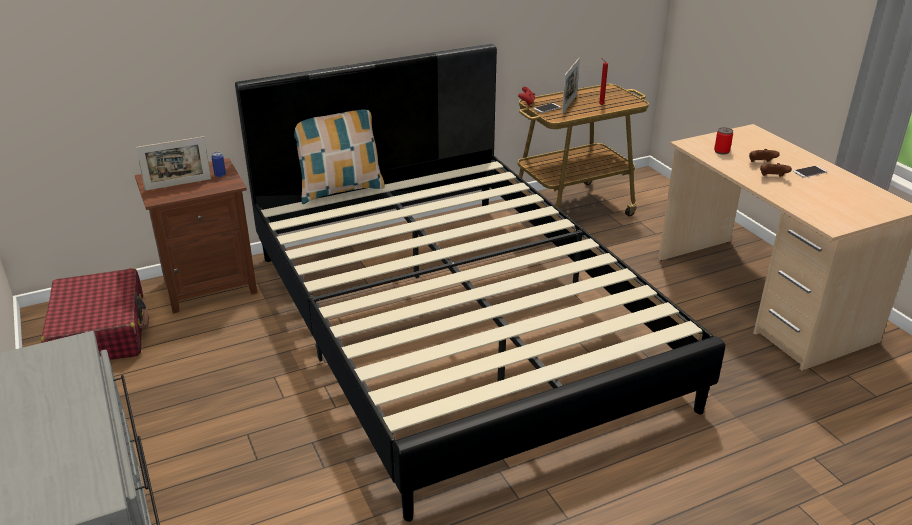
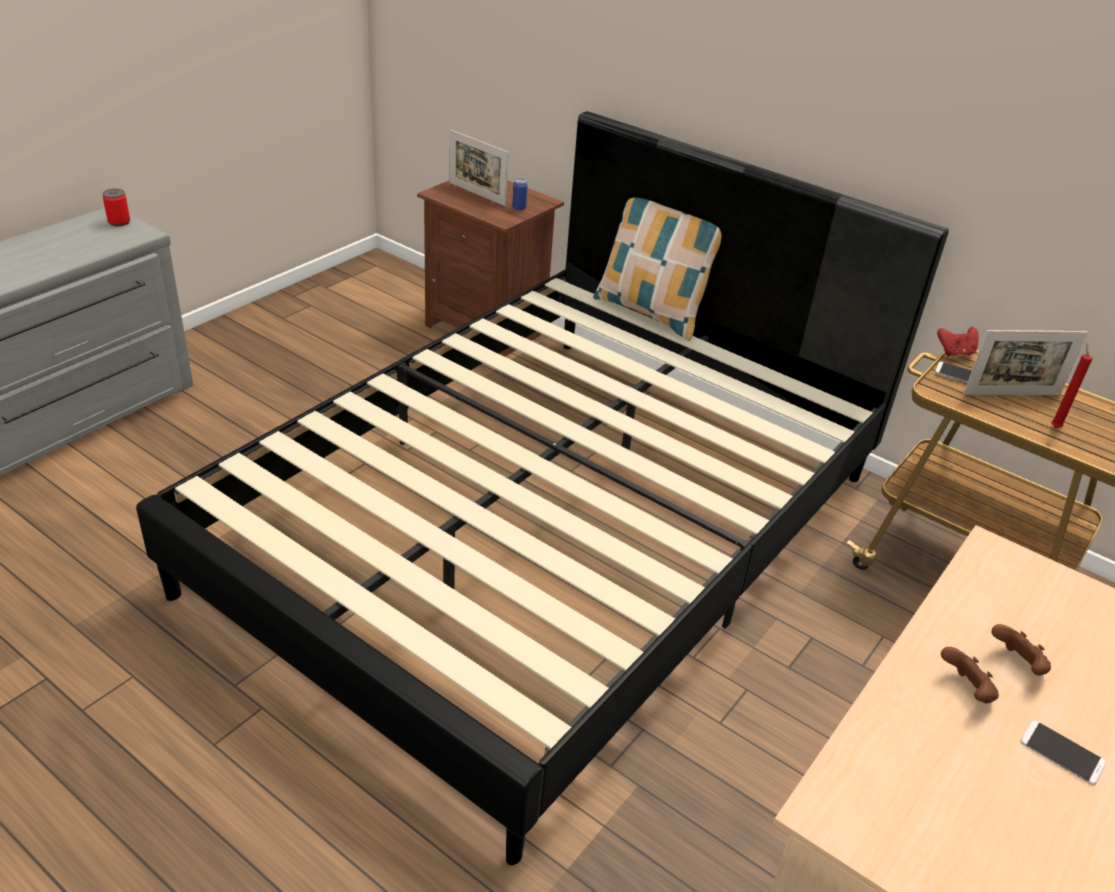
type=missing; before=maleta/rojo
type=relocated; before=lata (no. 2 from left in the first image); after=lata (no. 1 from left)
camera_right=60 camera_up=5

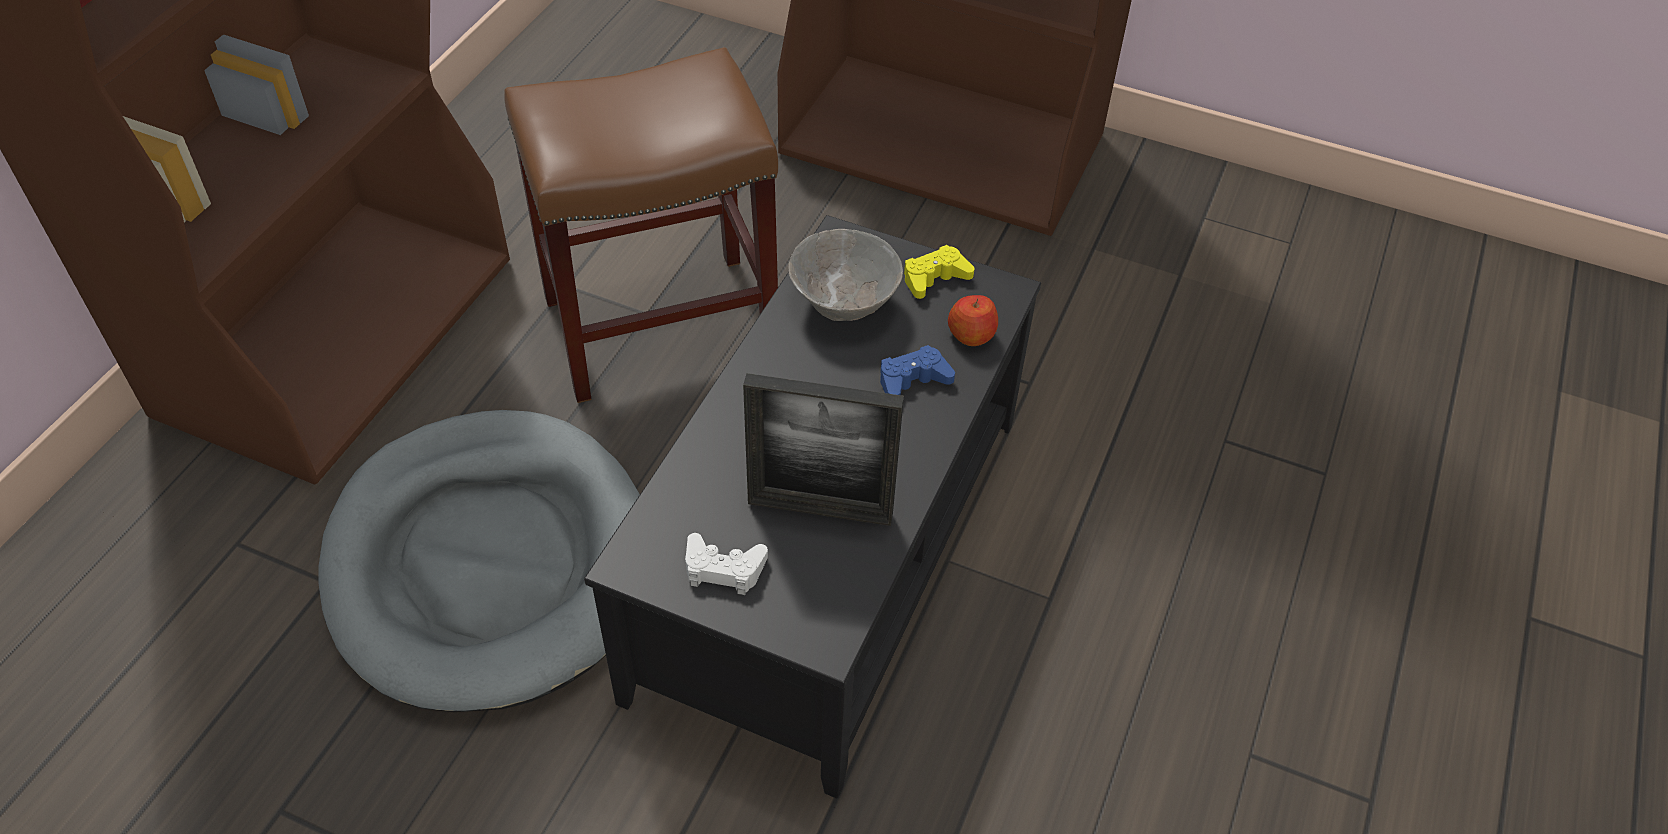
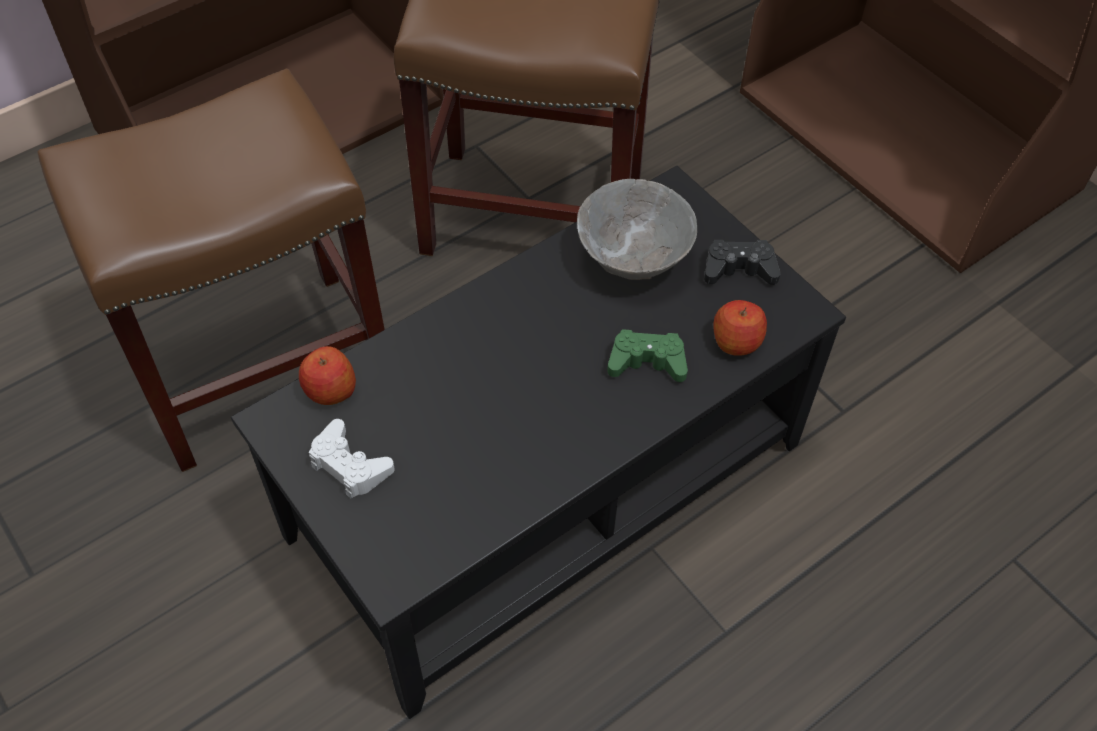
type=exchanged; before=cama para perro/gris; after=taburete/marrón (no. 1 from left)
type=missing; before=portarretratos
type=colour; before=mando de consola/azul; after=mando de consola/verde
type=colour; before=mando de consola/amarillo; after=mando de consola/negro
type=appeared; after=manzana (no. 1 from left)
camera_right=30 camera_up=5

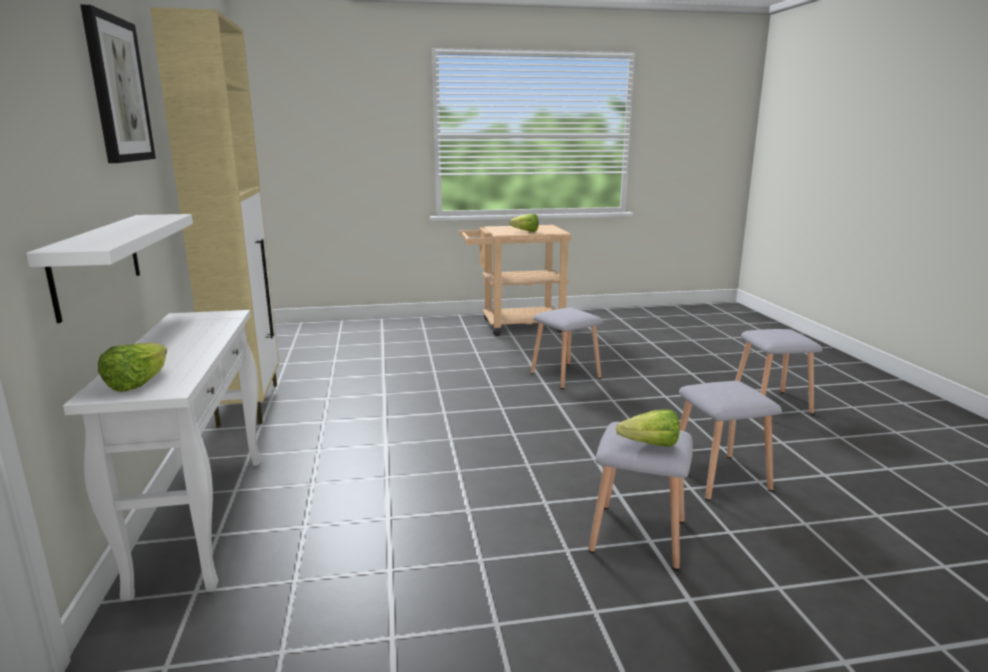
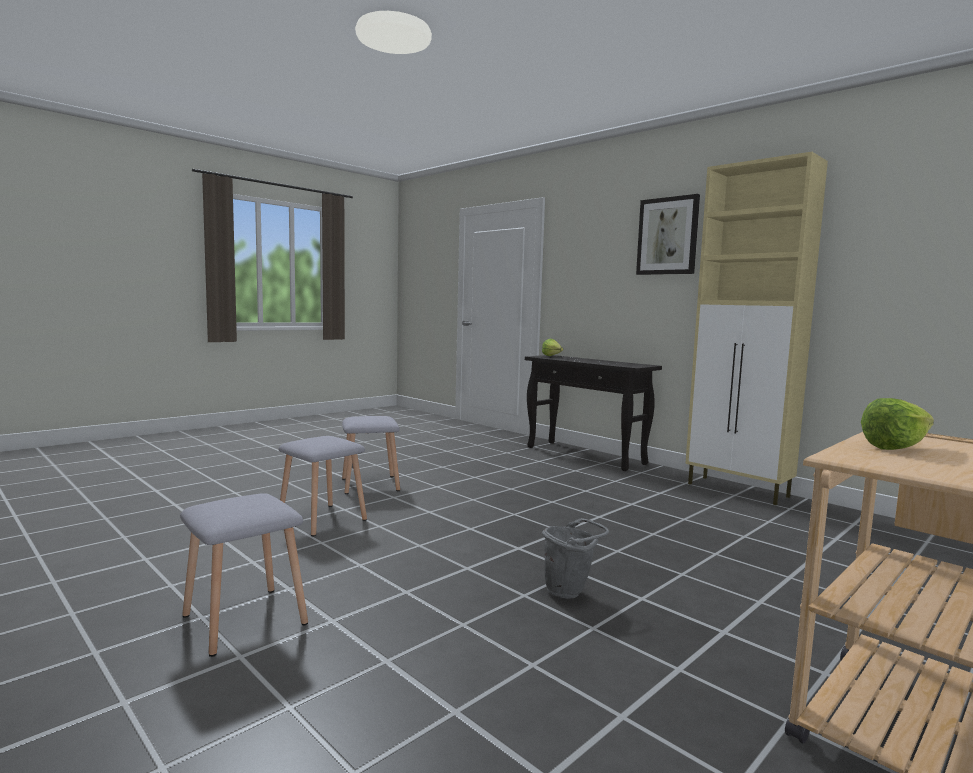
type=missing; before=estante/blanco
type=colour; before=mesa consola/blanco; after=mesa consola/negro
type=exchanged; before=taburete/gris (no. 1 from left); after=cubo/gris
type=missing; before=lechuga (no. 3 from left)
camera_right=145 camera_up=-10

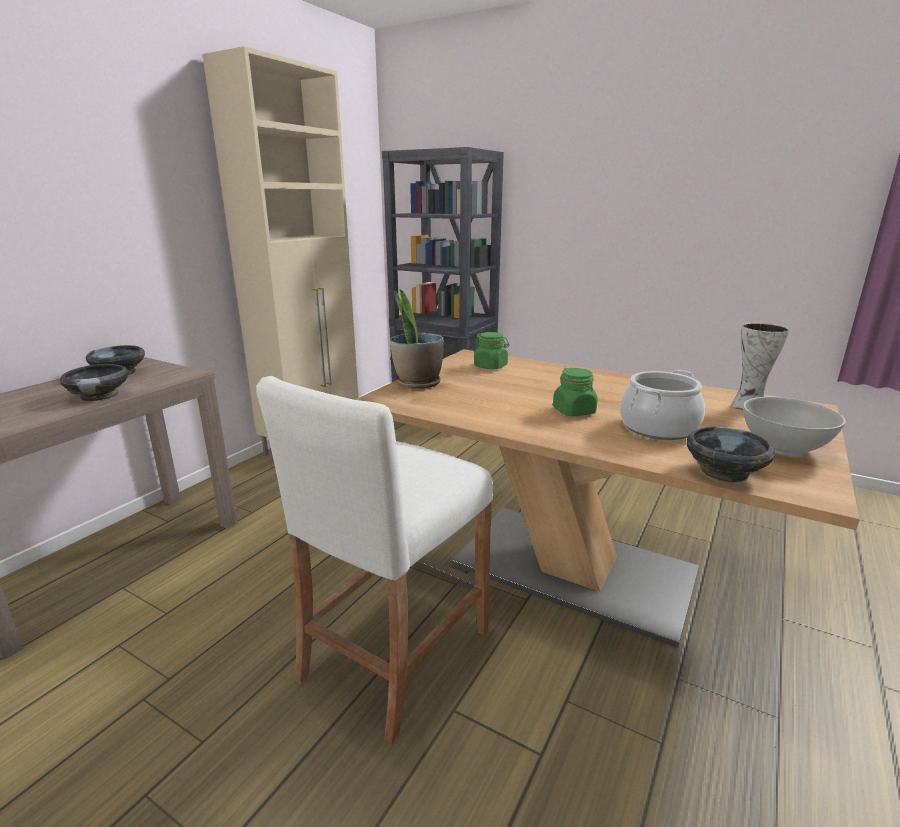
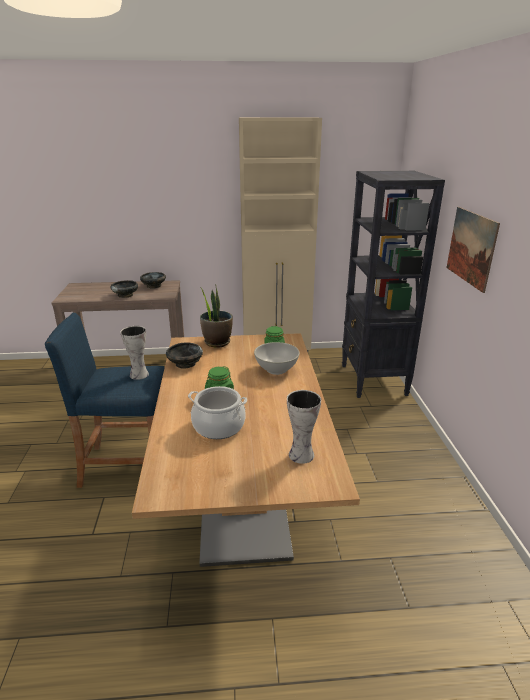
type=colour; before=taburete/blanco; after=taburete/azul
type=relocated; before=cuenco/negro (no. 3 from left)
type=relocated; before=cuenco/blanco
type=appeared; after=florero (no. 1 from left)
type=appeared; after=cuadro
camera_right=55 camera_up=5

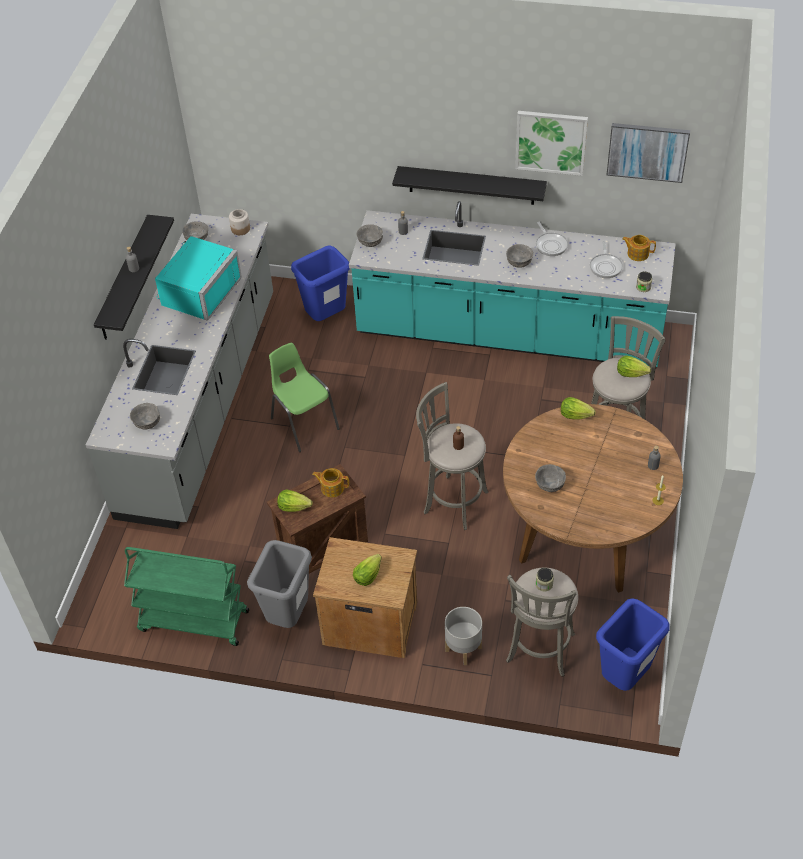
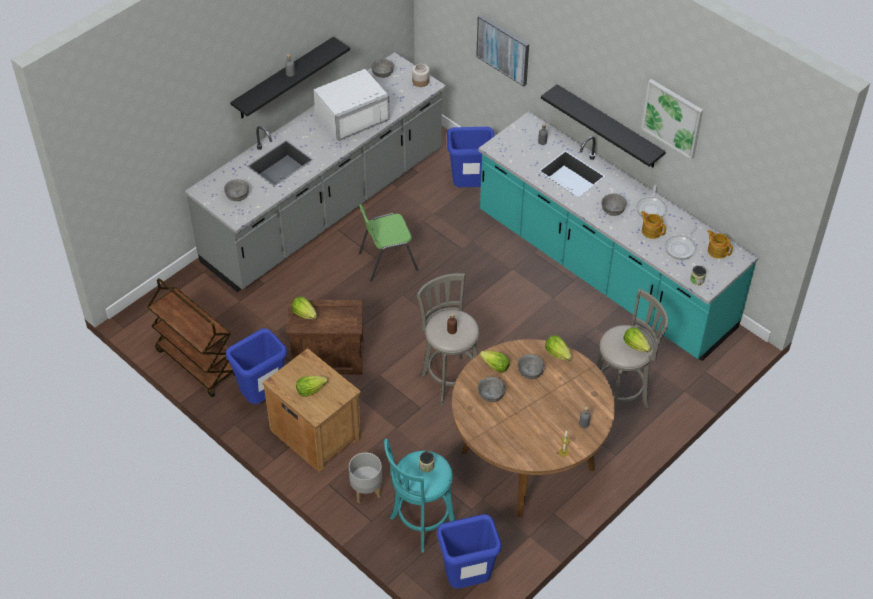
type=colour; before=carrito/verde; after=carrito/marrón
type=colour; before=microondas/turquesa; after=microondas/blanco
type=colour; before=papelera/gris; after=papelera/azul (no. 1 from left)
type=spun; before=silla/verde; turn=-105
type=relocated; before=tetera (no. 1 from left)
type=relocated; before=cuenco/gris (no. 3 from left in the first image); after=cuenco/gris (no. 4 from left)
type=colour; before=taburete/gris (no. 2 from left); after=taburete/turquesa
type=relocated; before=cuadro (no. 2 from left in the first image); after=cuadro (no. 1 from left)
type=appeared; after=lechuga (no. 3 from left)
camera_right=30 camera_up=0

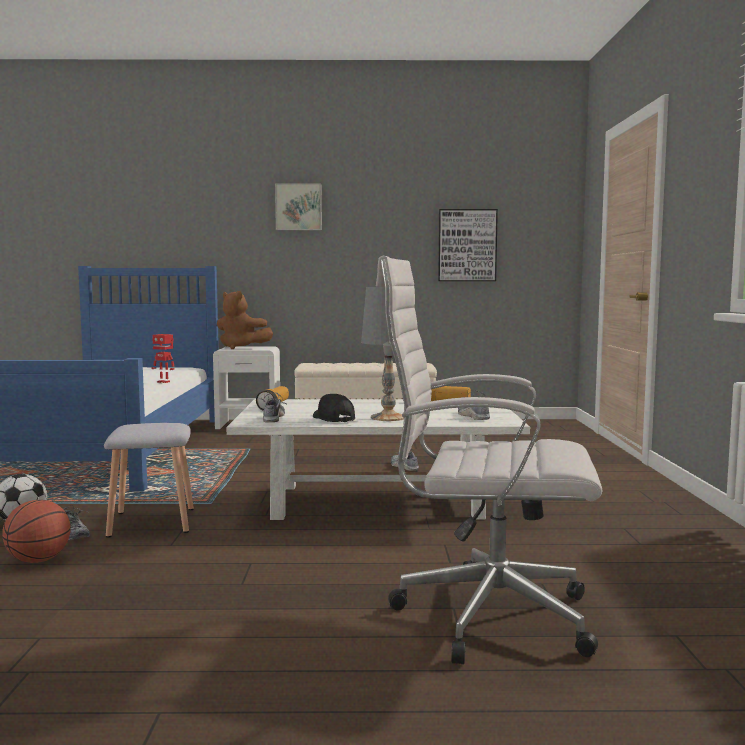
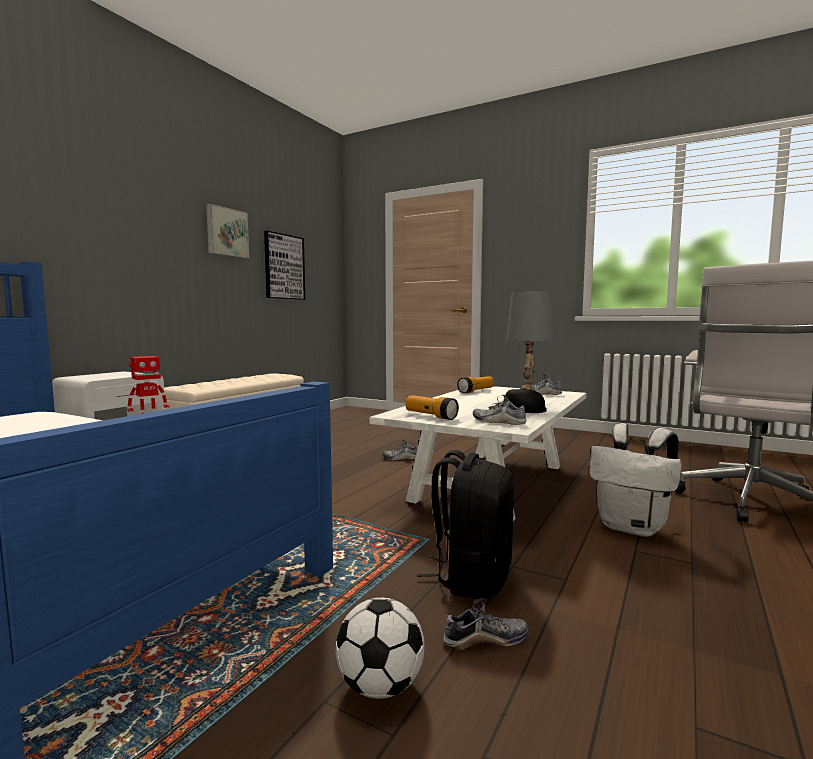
type=missing; before=balón de baloncesto
type=exchanged; before=taburete/gris; after=mochila/negro
type=missing; before=peluche/marrón
type=relocated; before=cuadro (no. 1 from left)
type=appeared; after=mochila/blanco
camera_right=-60 camera_up=0

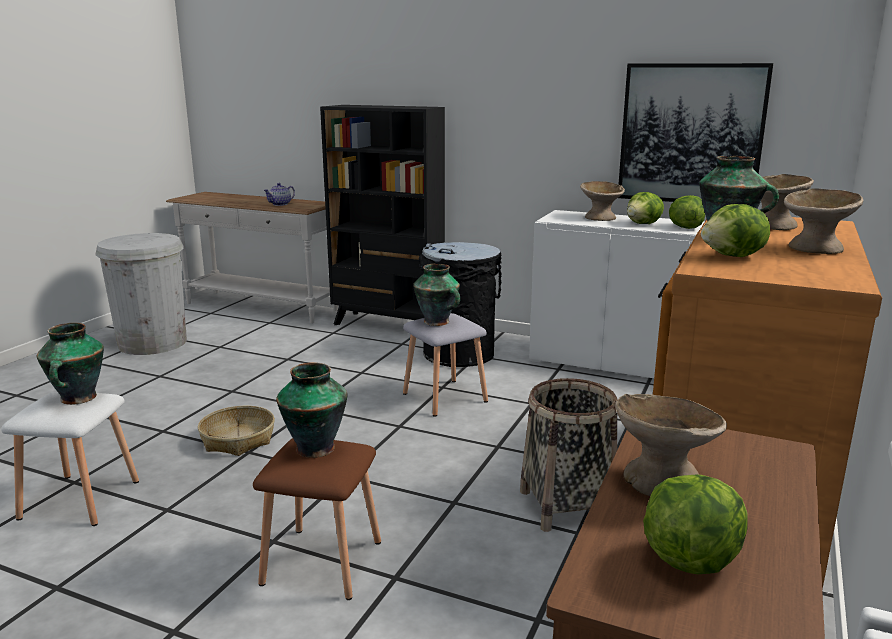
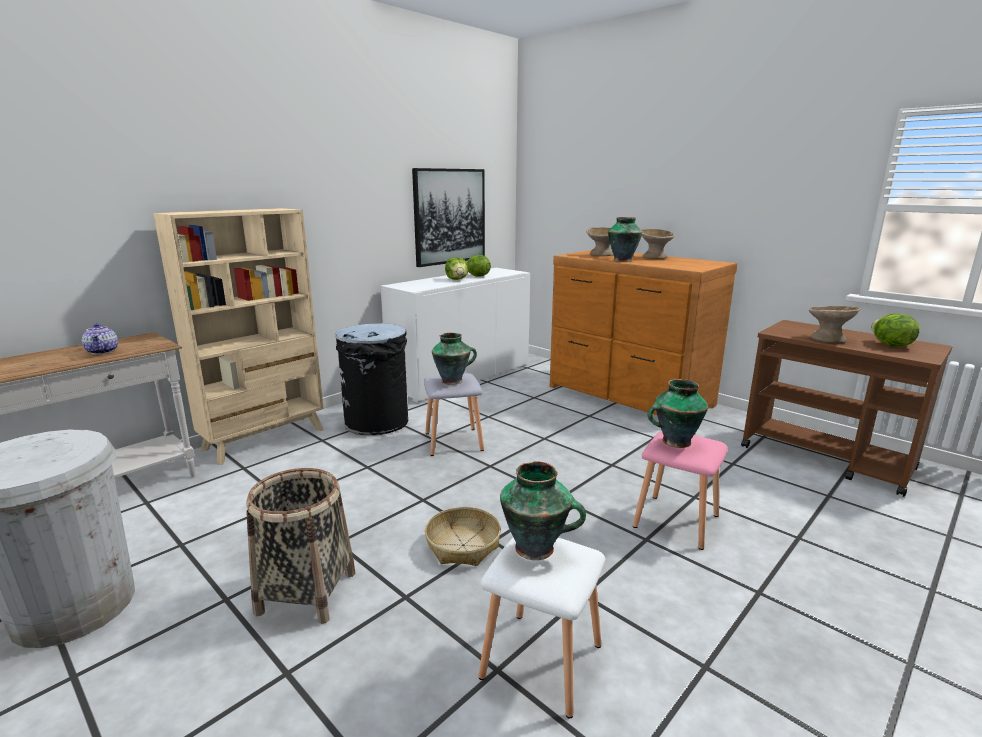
type=colour; before=taburete/marrón; after=taburete/rosa
type=colour; before=estantería/negro; after=estantería/beis
type=relocated; before=cesta (no. 2 from left in the first image); after=cesta (no. 1 from left)
type=missing; before=cuenco/beis (no. 1 from left)
type=missing; before=lechuga (no. 4 from left)
camera_right=-70 camera_up=0

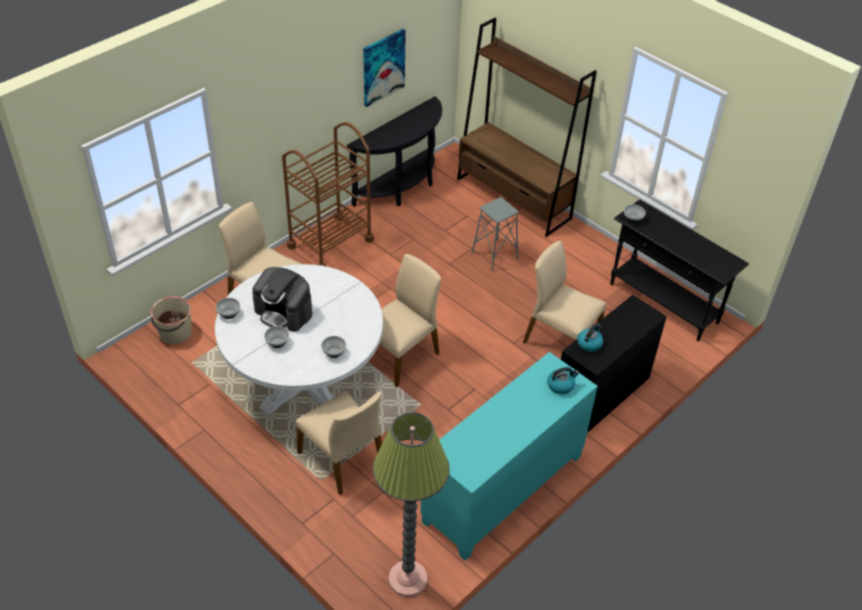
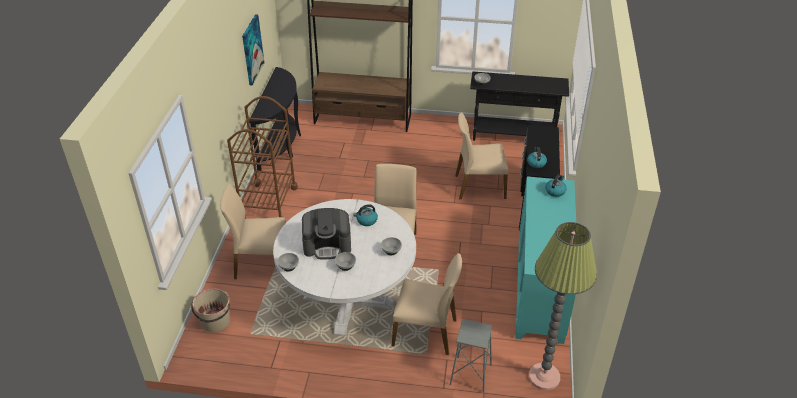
type=relocated; before=taburete/gris
type=appeared; after=hervidor (no. 1 from left)
camera_right=-35 camera_up=-5

